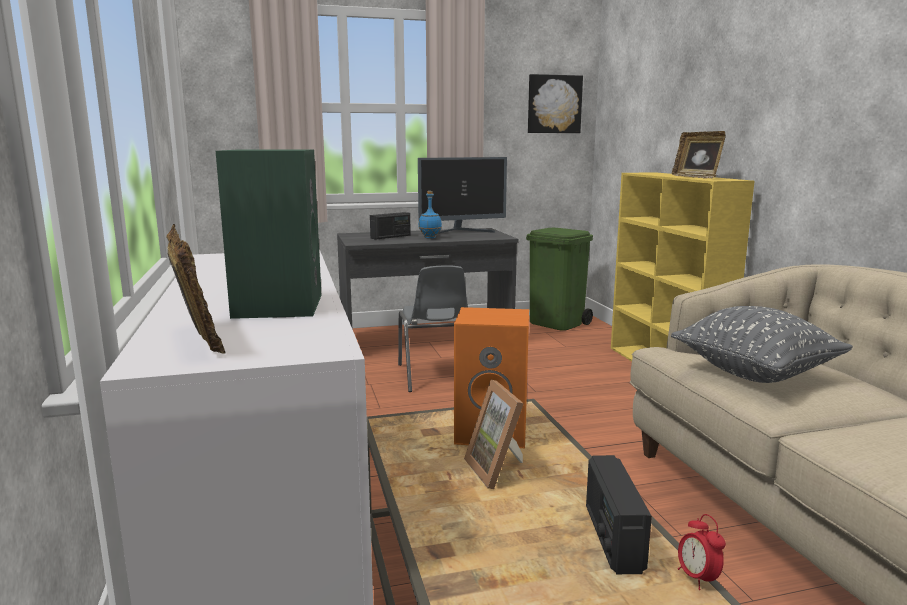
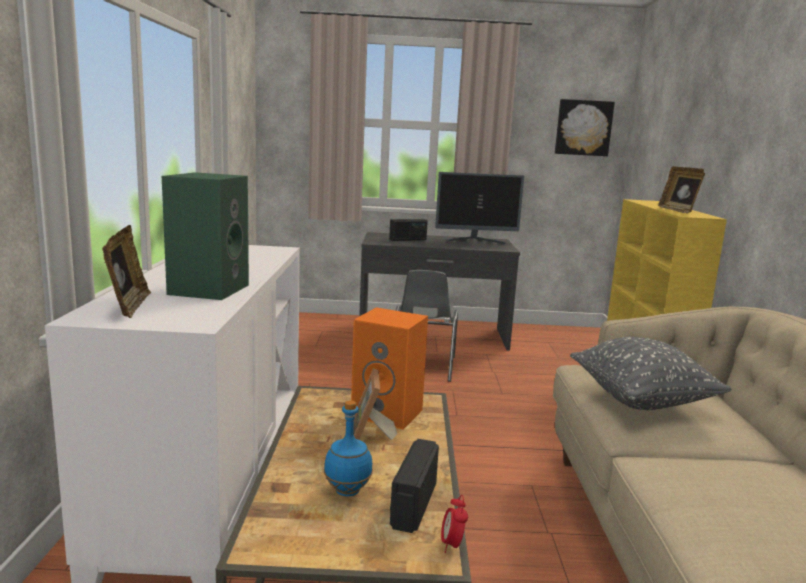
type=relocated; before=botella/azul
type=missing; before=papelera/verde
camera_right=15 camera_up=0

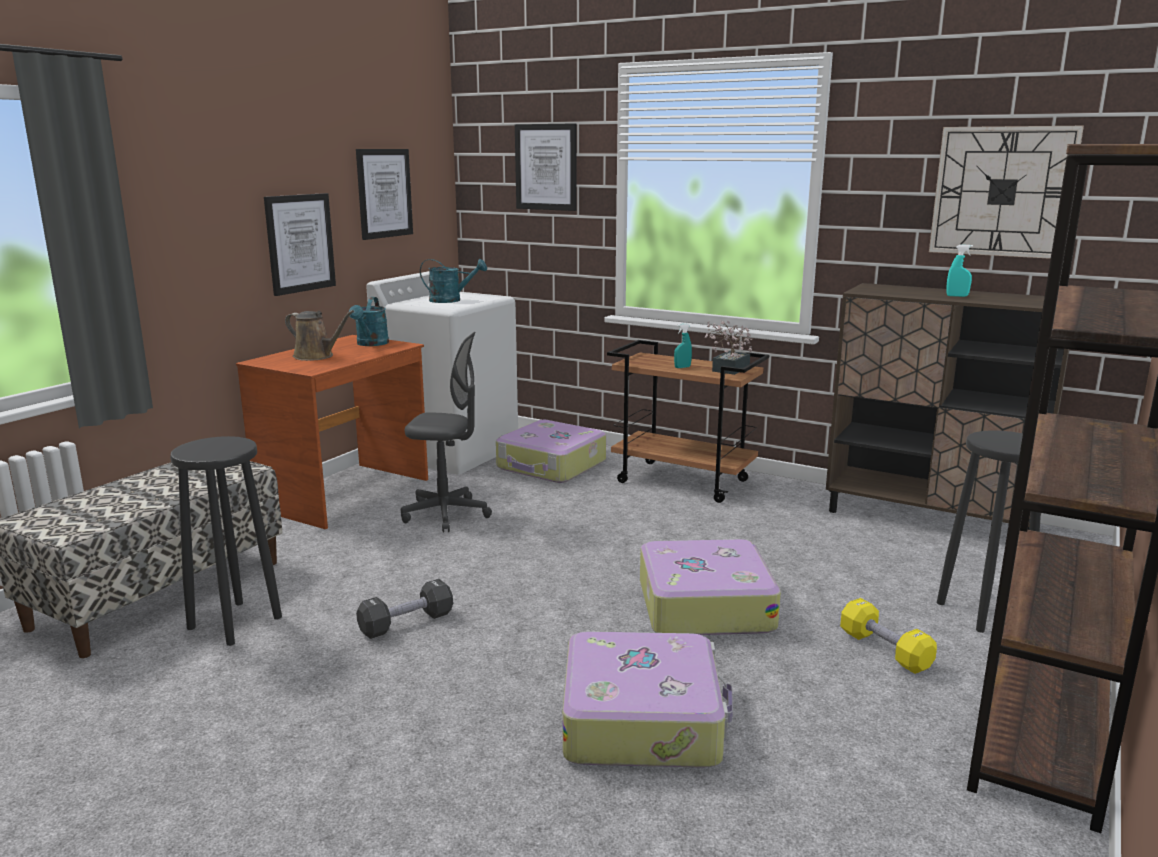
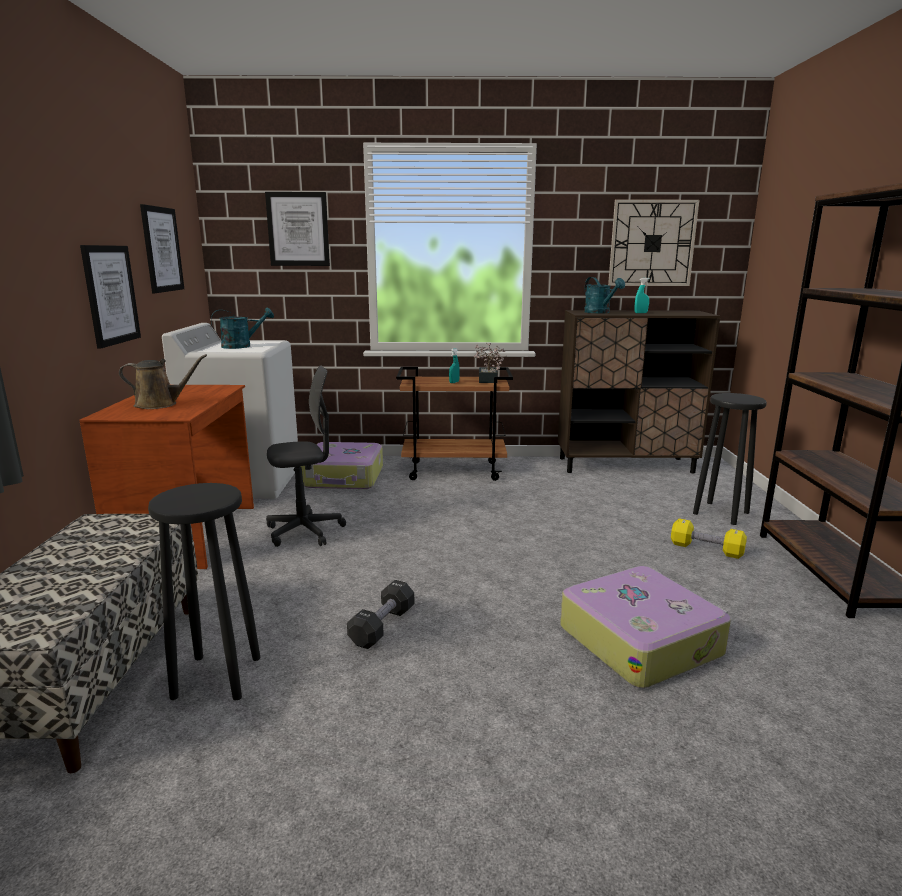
type=relocated; before=regadera/turquesa (no. 1 from left in the first image); after=regadera/turquesa (no. 2 from left)
type=missing; before=maleta (no. 3 from left)
camera_right=-30 camera_up=0

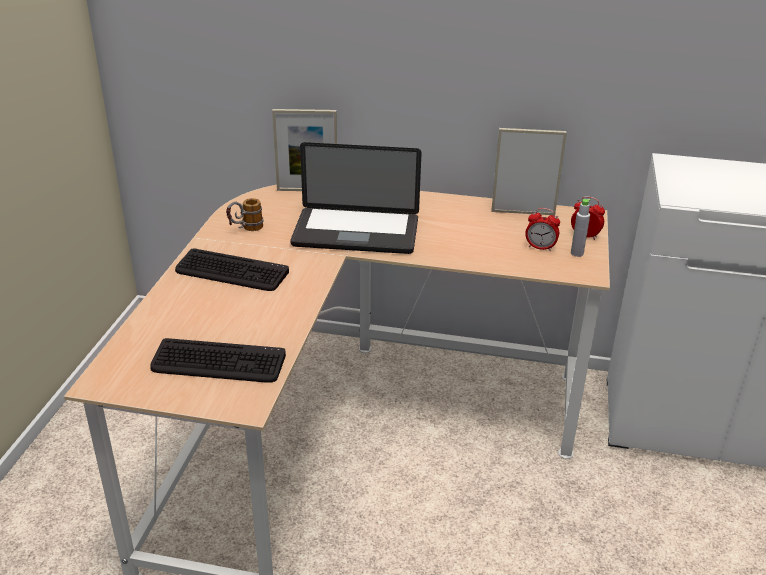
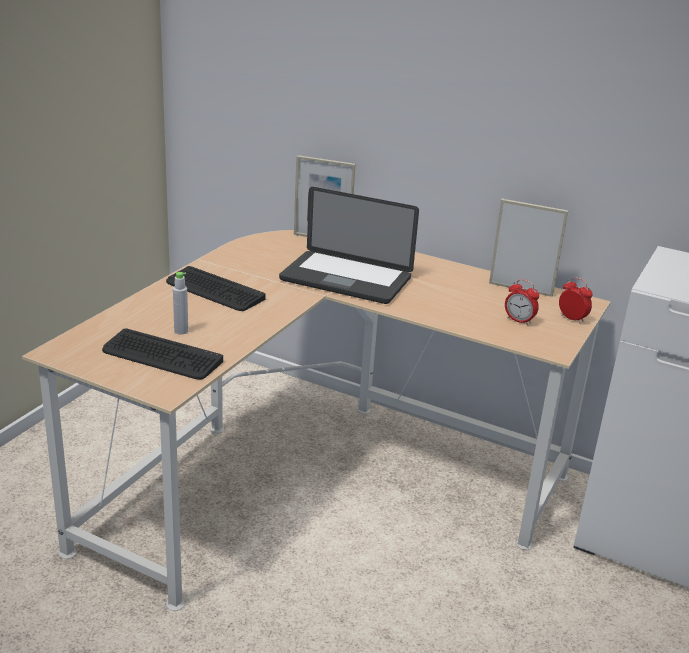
type=missing; before=taza grande
type=relocated; before=botella/gris
camera_right=15 camera_up=-5

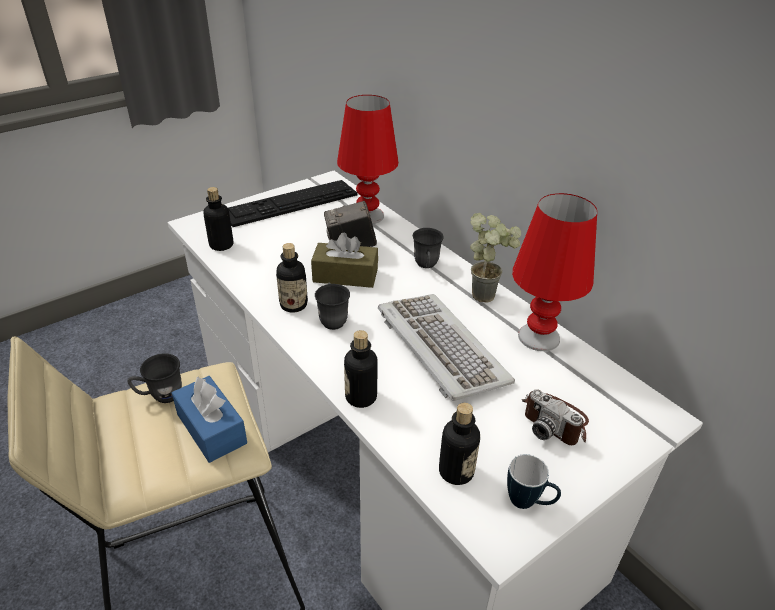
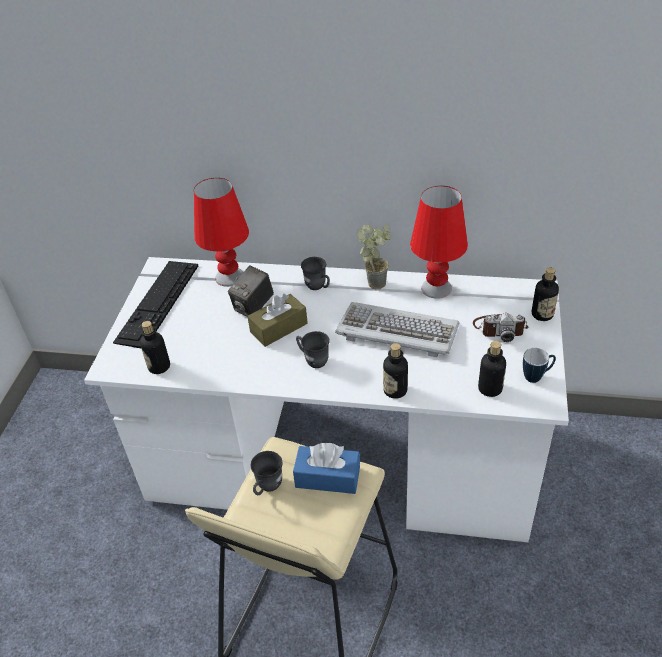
type=relocated; before=botella (no. 2 from left in the first image); after=botella (no. 4 from left)
camera_right=-40 camera_up=5

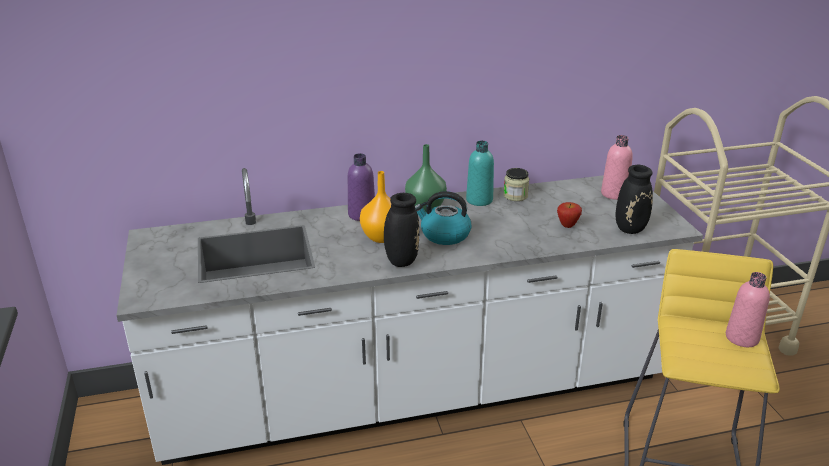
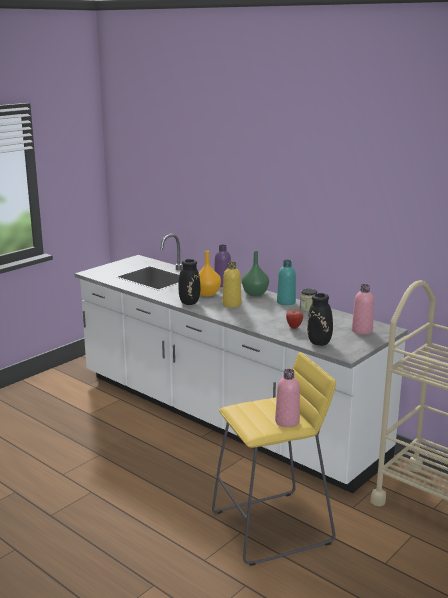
type=exchanged; before=hervidor; after=botella/amarillo
camera_right=55 camera_up=-10

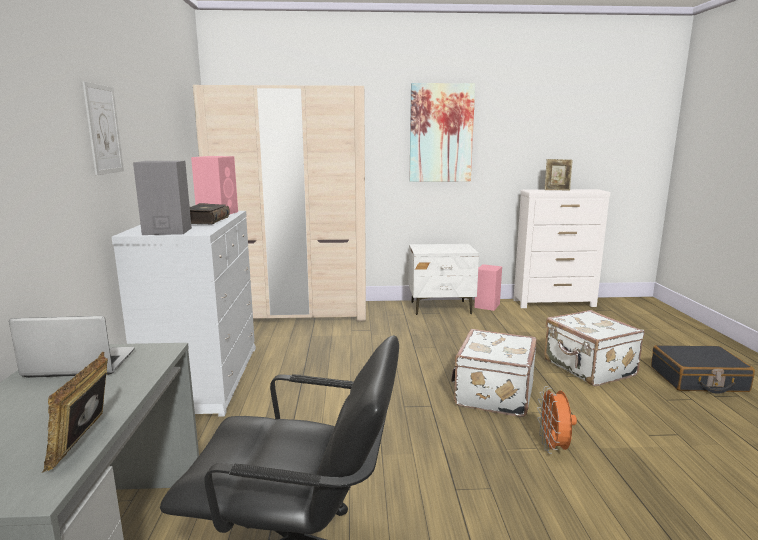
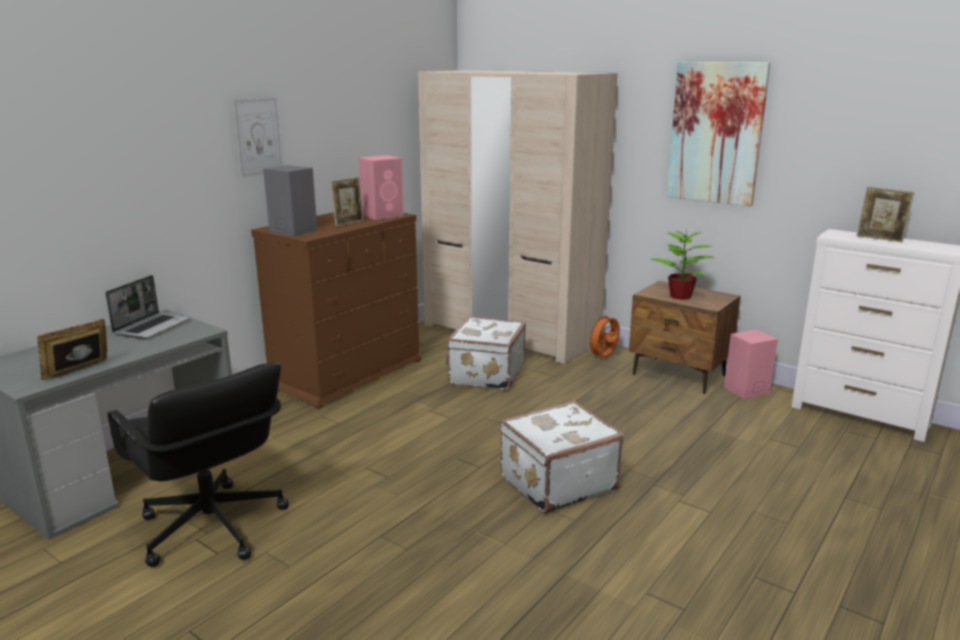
type=spun; before=portátil; turn=75
type=colour; before=cómoda/blanco (no. 1 from left); after=cómoda/marrón
type=exchanged; before=libro; after=portarretratos (no. 2 from left)
type=colour; before=mesita de noche/blanco; after=mesita de noche/marrón
type=relocated; before=ventilador/naranja
type=relocated; before=maleta/blanco (no. 2 from left in the first image); after=maleta/blanco (no. 1 from left)
type=missing; before=maleta/negro
type=appeared; after=planta en maceta
camera_right=40 camera_up=5

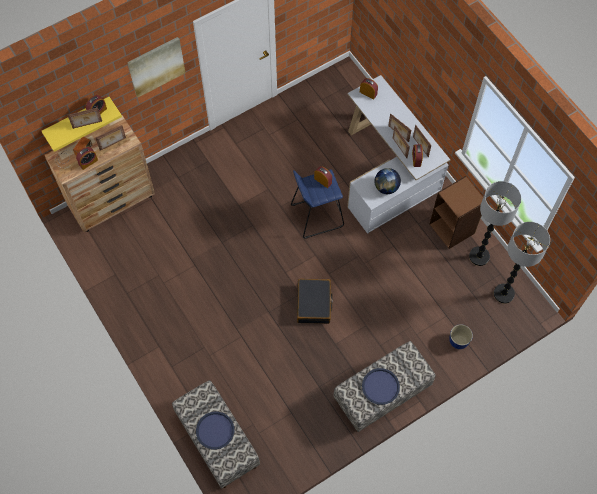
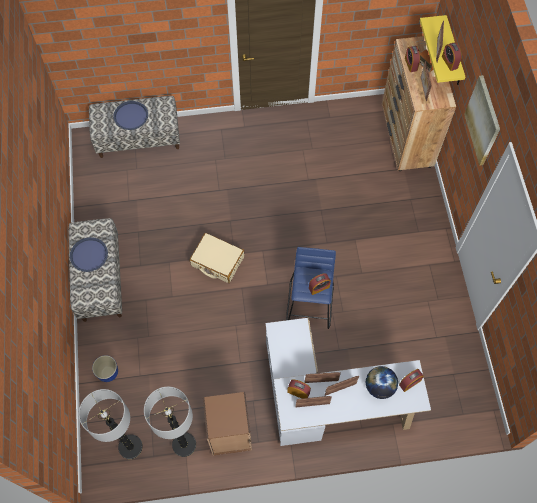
type=colour; before=maleta/negro; after=maleta/beis
type=relocated; before=globo terráqueo
camera_right=115 camera_up=0

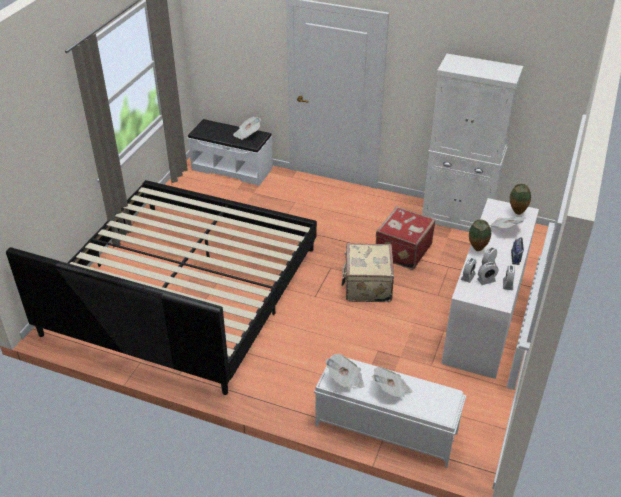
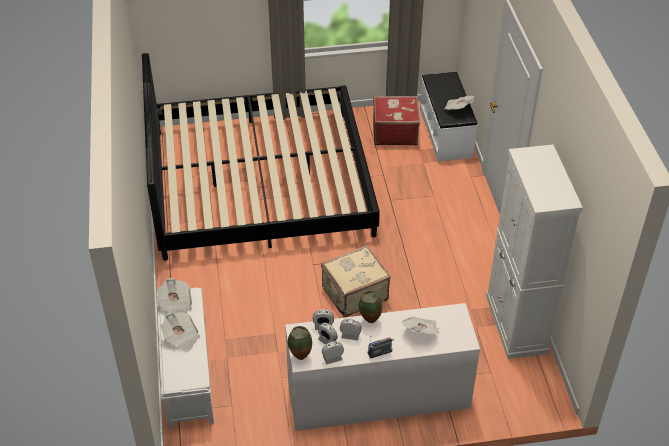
type=relocated; before=maleta/rojo
type=relocated; before=florero (no. 2 from left in the first image); after=florero (no. 1 from left)
camera_right=60 camera_up=5

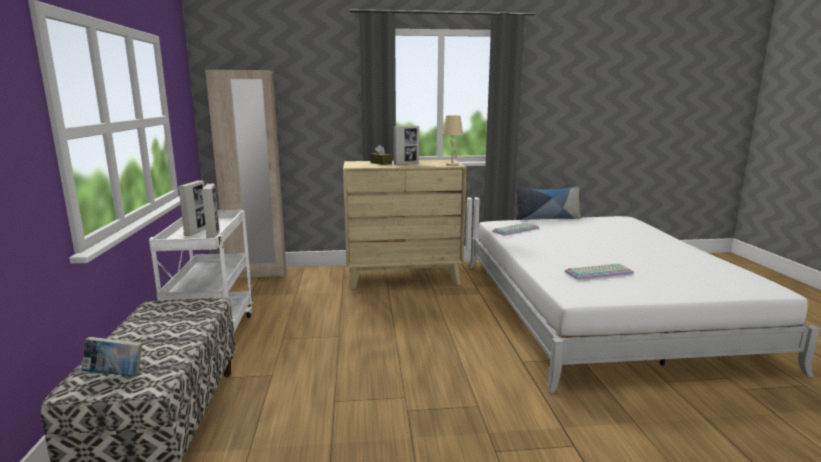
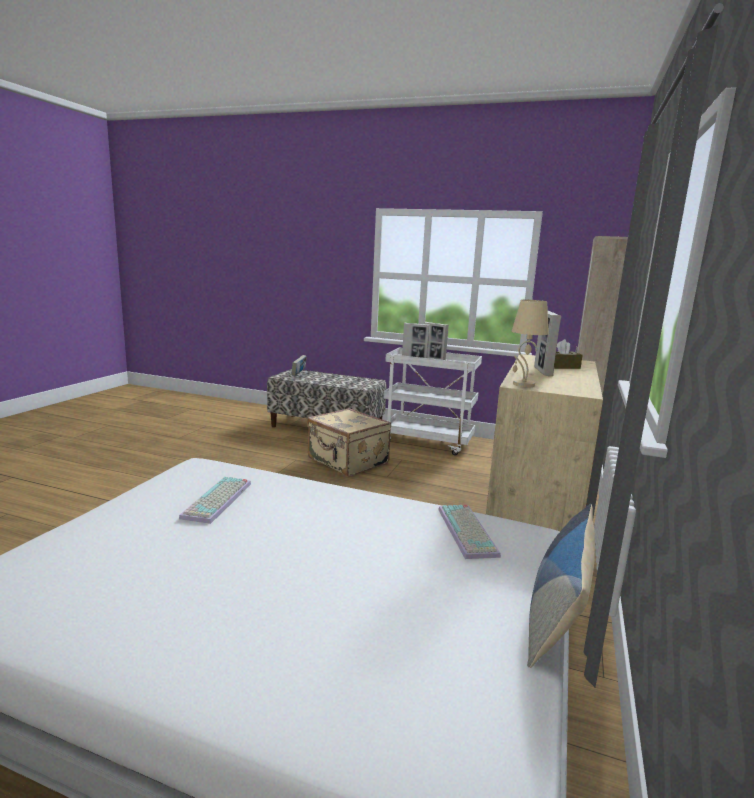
type=appeared; after=maleta/beis
camera_right=115 camera_up=0

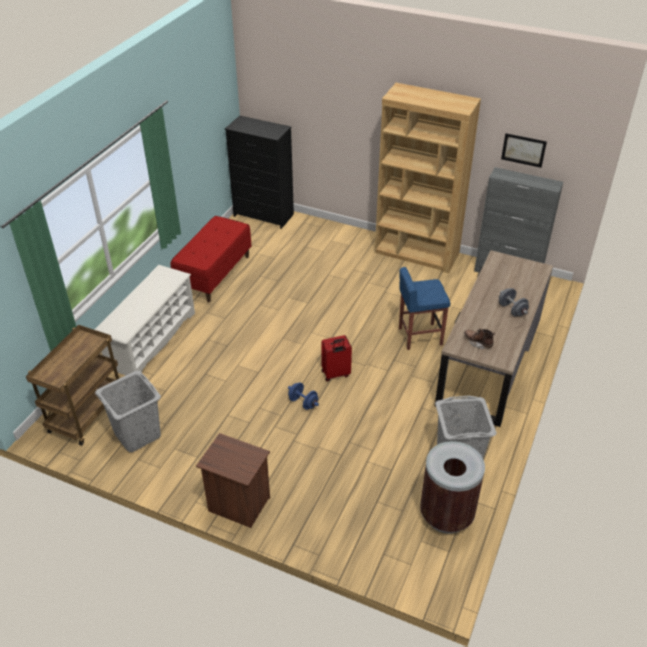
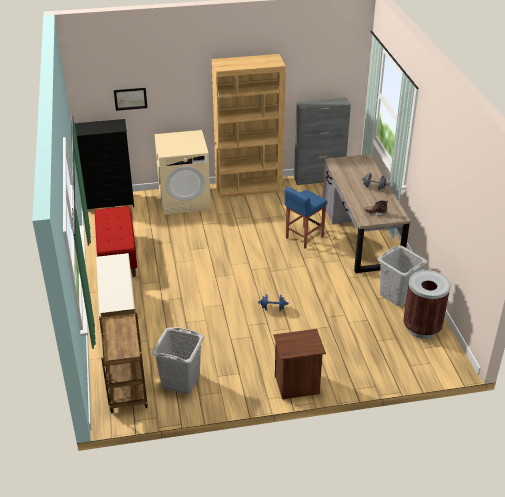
type=missing; before=maleta/rojo
type=relocated; before=cuadro
type=appeared; after=lavadora/beis
camera_right=-35 camera_up=-5

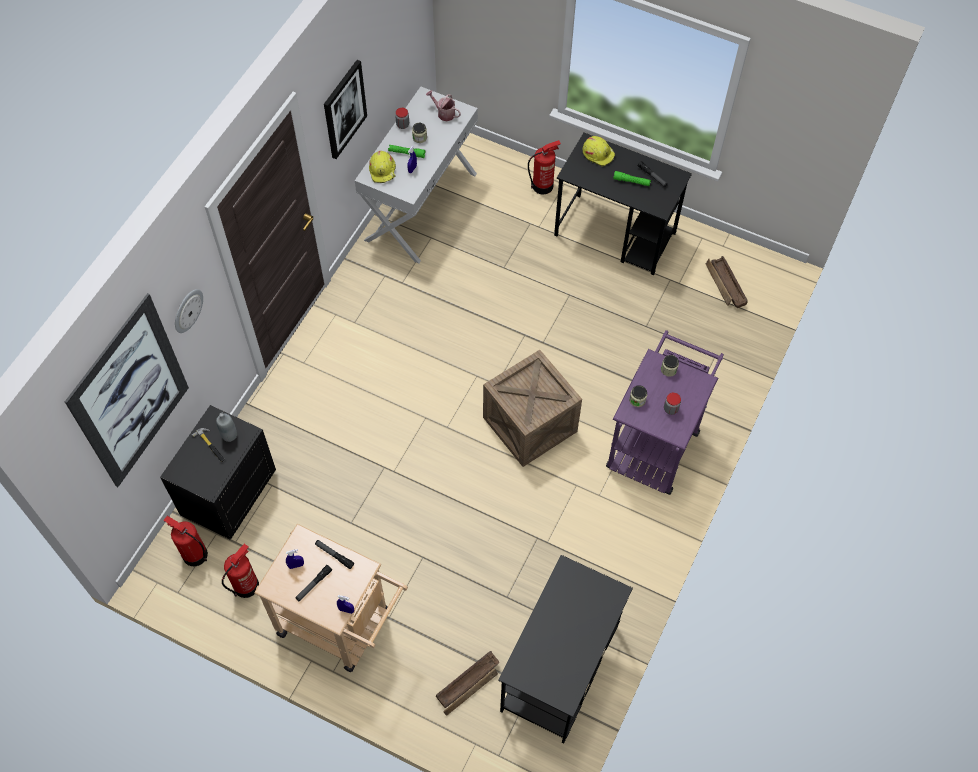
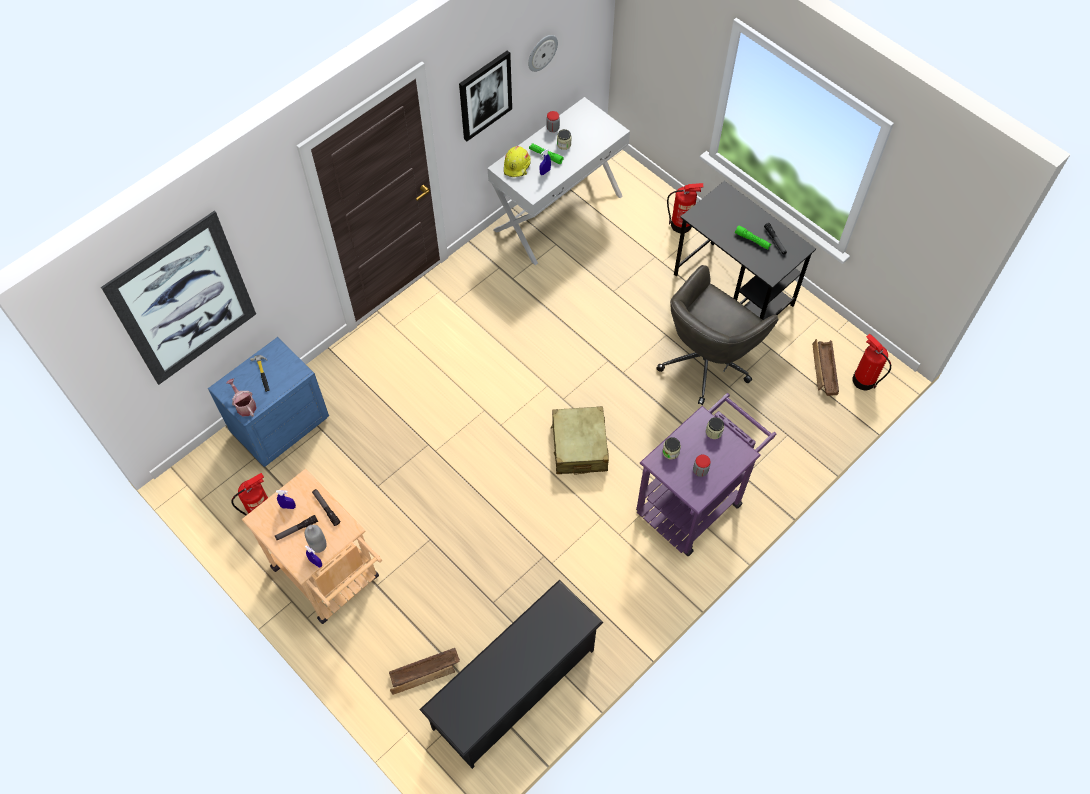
type=colour; before=mesita de noche/negro; after=mesita de noche/azul
type=relocated; before=extintor (no. 1 from left in the first image); after=extintor (no. 3 from left)
type=relocated; before=reloj de pared
type=relocated; before=botella/gris
type=relocated; before=regadera
type=exchanged; before=caja de embalaje (no. 2 from left); after=maleta/beis
type=exchanged; before=escritorio/negro (no. 1 from left); after=zapatero/negro
type=missing; before=casco/amarillo (no. 2 from left)
type=appeared; after=silla de oficina/gris
camera_right=20 camera_up=0

